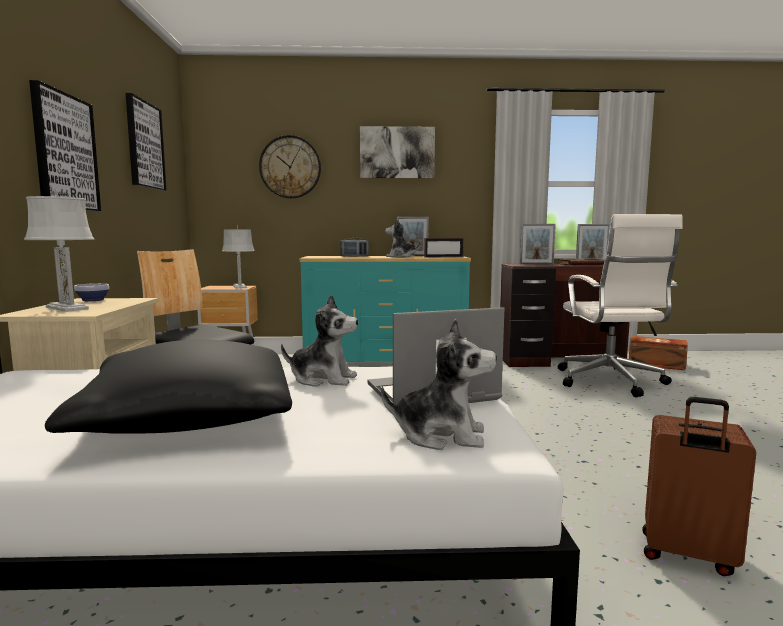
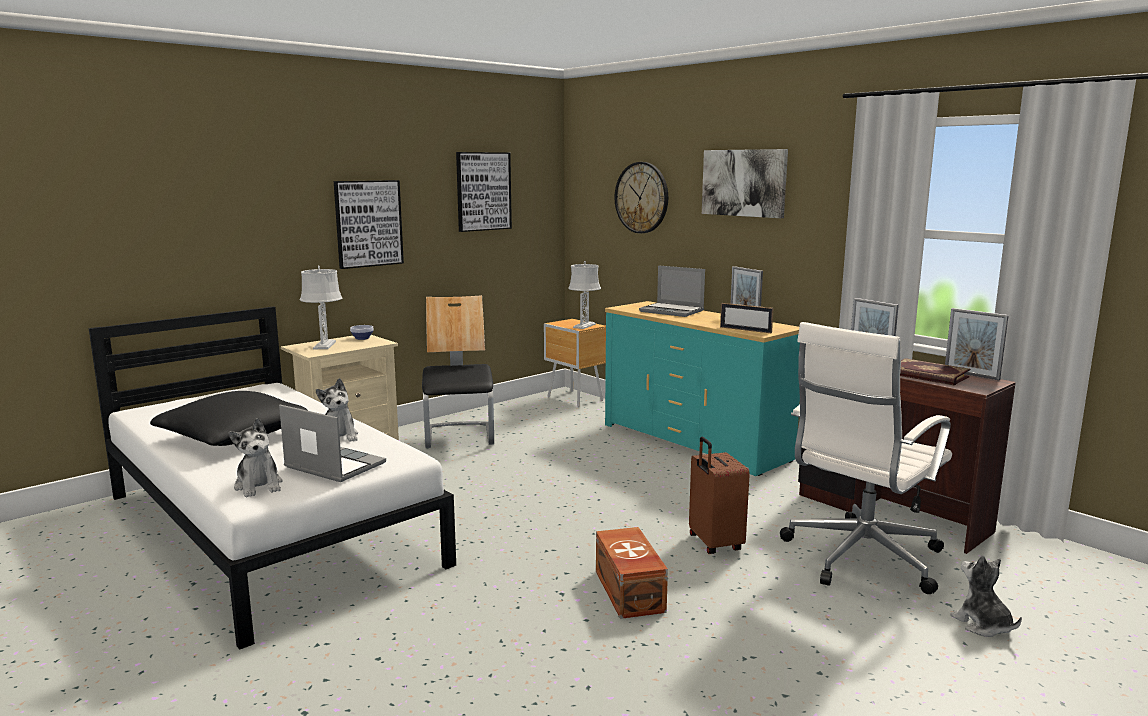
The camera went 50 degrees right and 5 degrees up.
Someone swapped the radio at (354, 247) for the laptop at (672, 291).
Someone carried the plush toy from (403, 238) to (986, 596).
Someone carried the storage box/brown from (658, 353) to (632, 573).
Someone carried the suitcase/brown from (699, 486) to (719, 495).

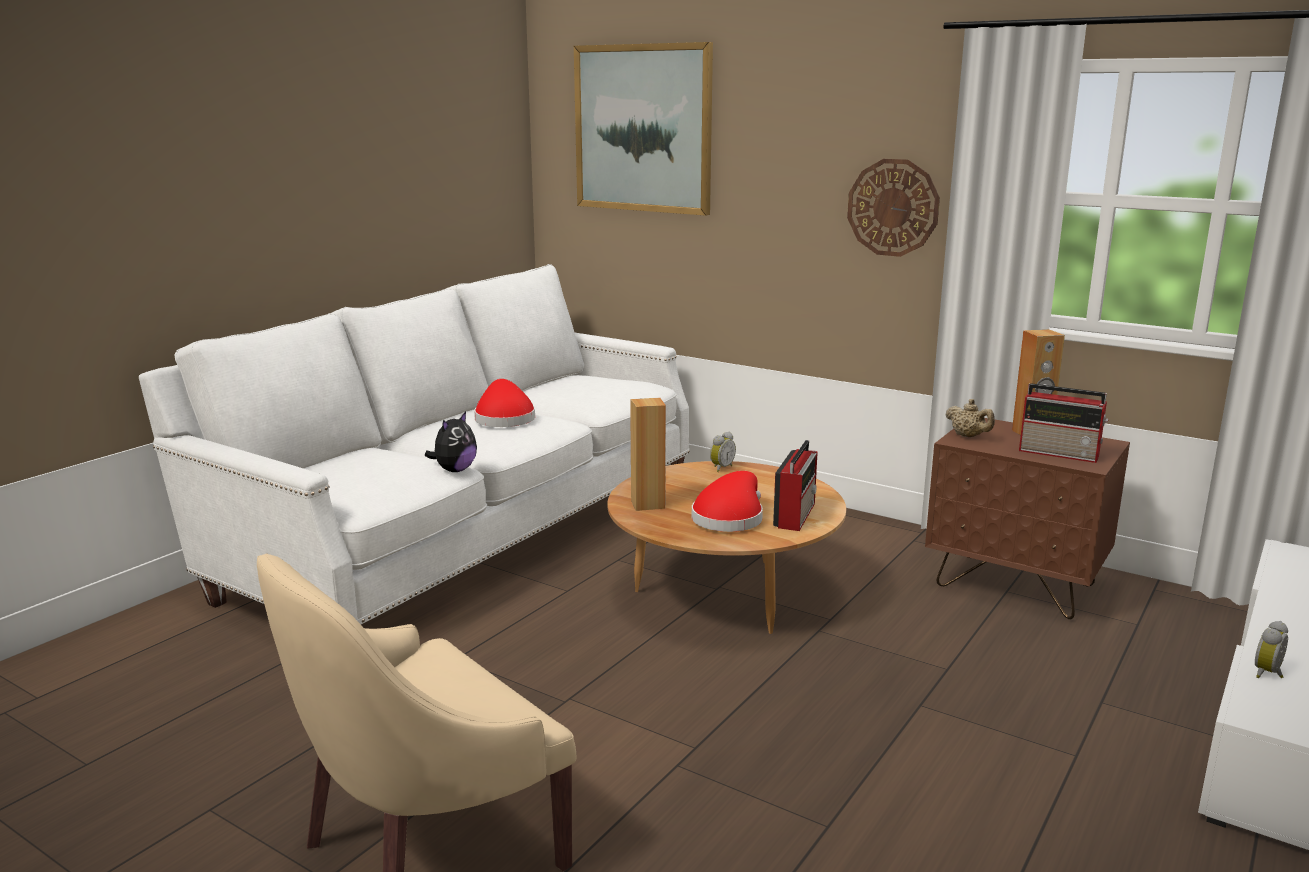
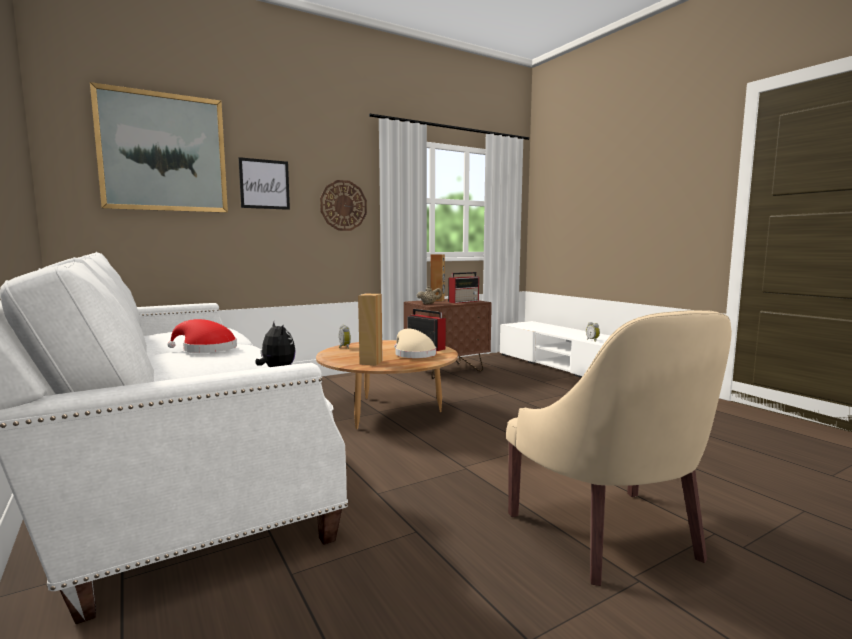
The camera went 65 degrees left and 10 degrees down.
Someone repainted the hat/red at (727, 501), which became the hat/beige at (415, 343).
Someone put up the picture at (264, 183).

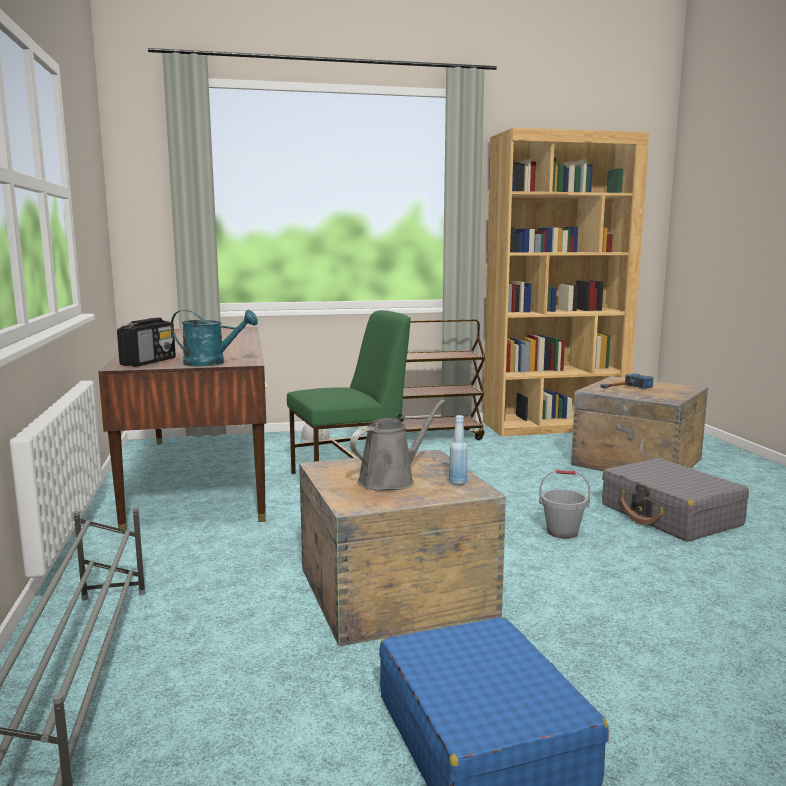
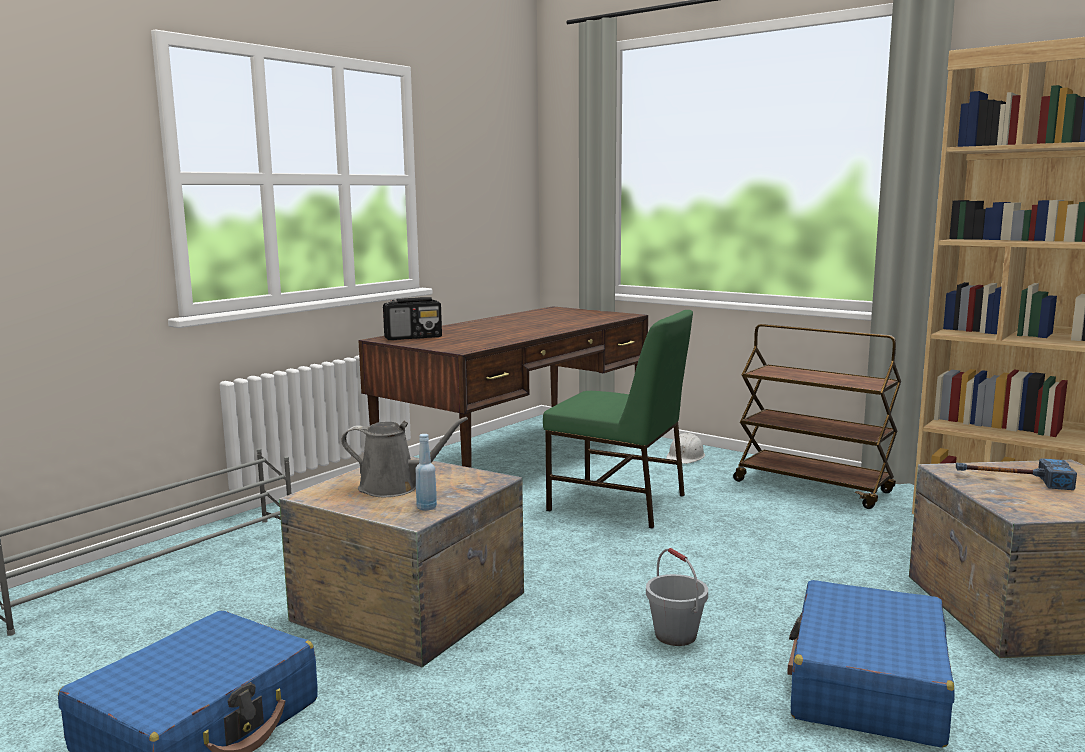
The camera went 50 degrees right and 0 degrees up.
Someone took away the watering can/turquoise at (214, 337).
Someone repainted the suitcase/grey at (675, 500), which became the suitcase/blue at (870, 664).

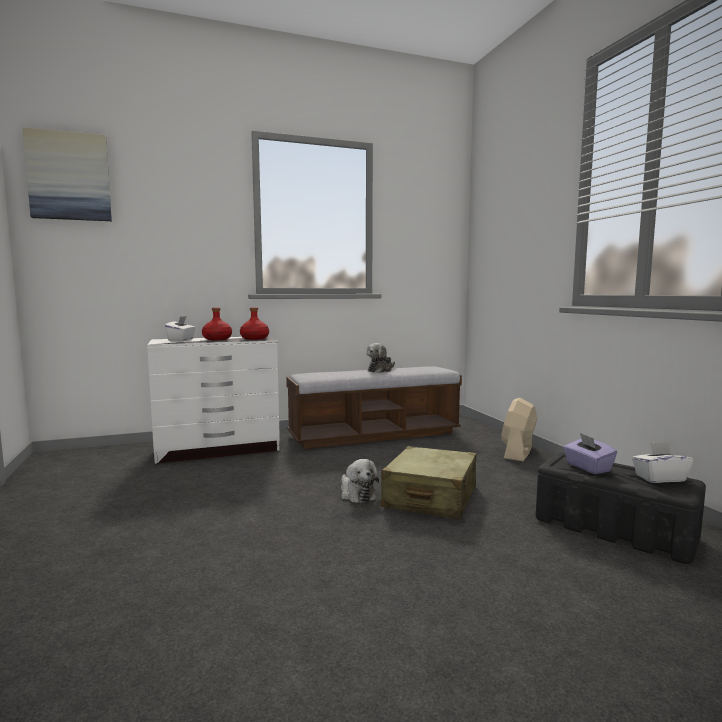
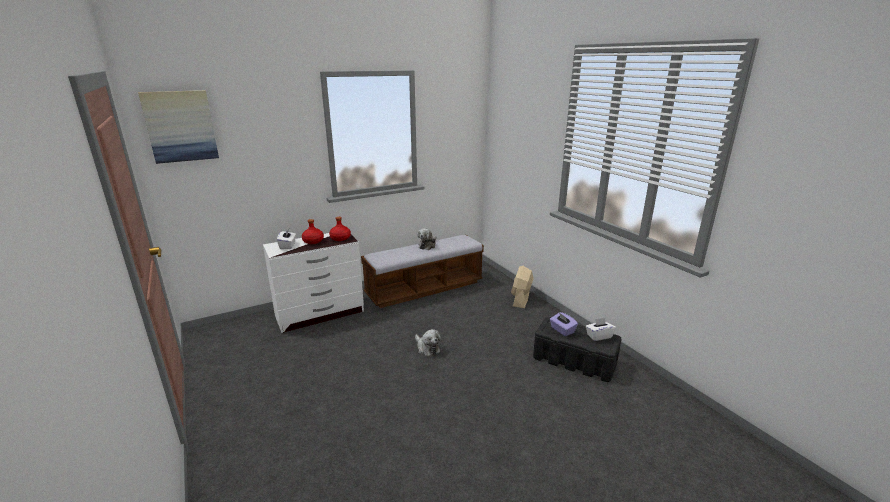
The camera went 10 degrees left and 15 degrees up.
Someone took away the suitcase/beige at (428, 482).

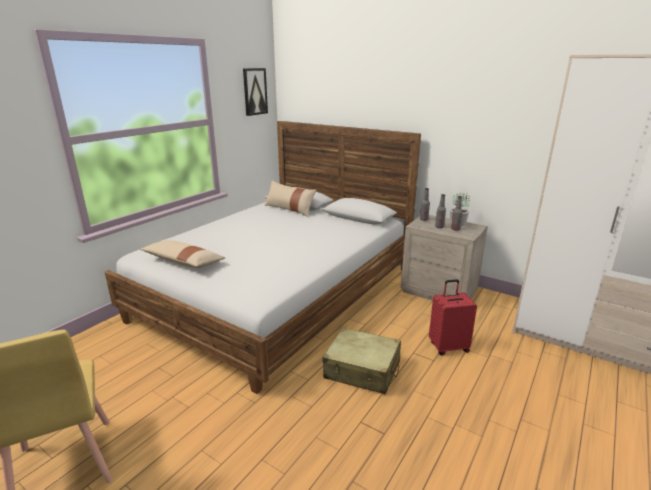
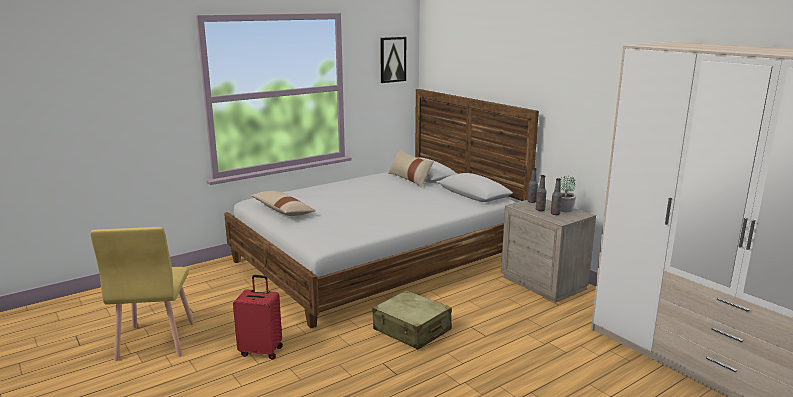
The camera went 20 degrees right and 5 degrees down.
Someone carried the suitcase/red from (453, 317) to (258, 317).

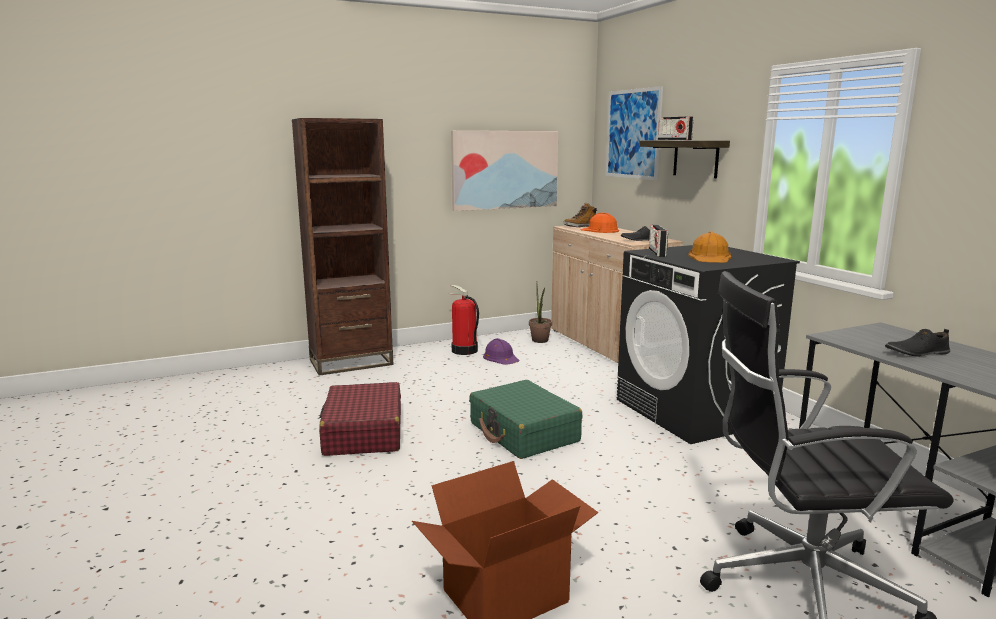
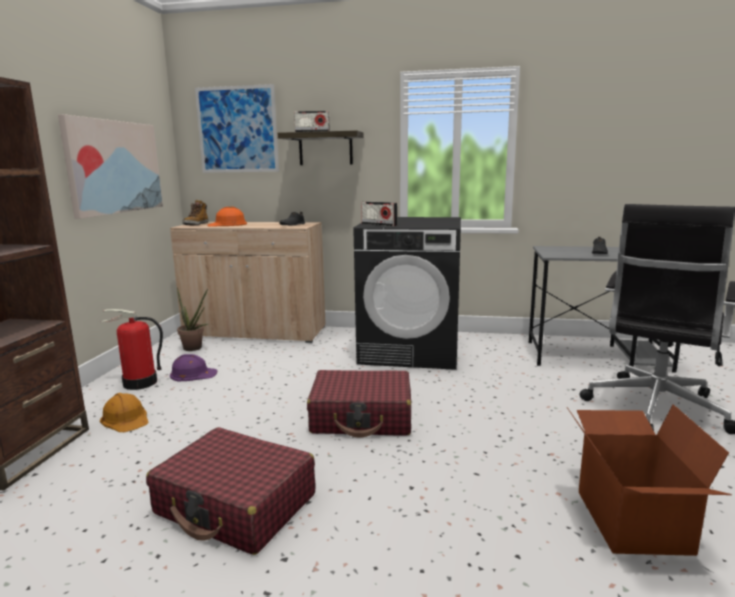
The camera went 55 degrees left and 0 degrees up.
Someone repainted the suitcase/green at (526, 419), which became the suitcase/red at (359, 404).
Someone carried the hard hat/orange from (709, 247) to (124, 412).

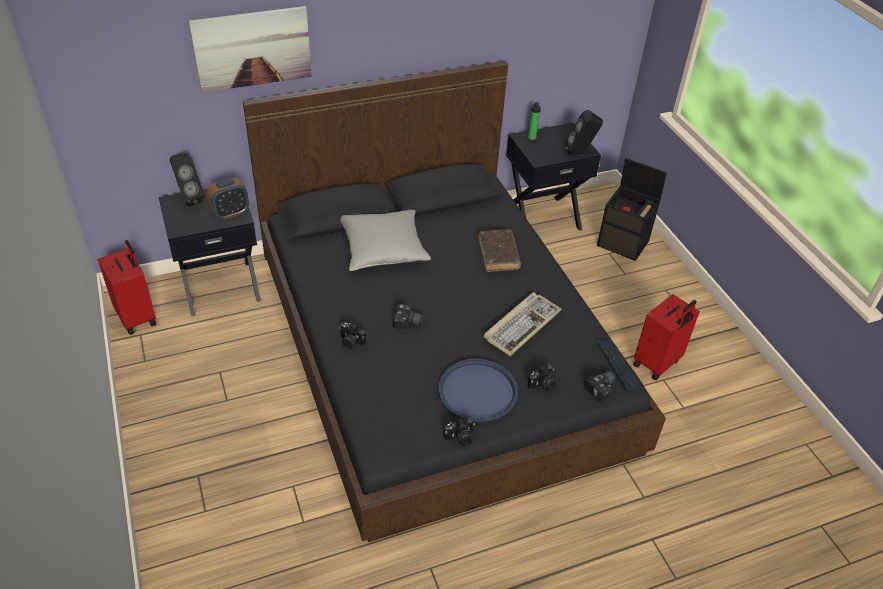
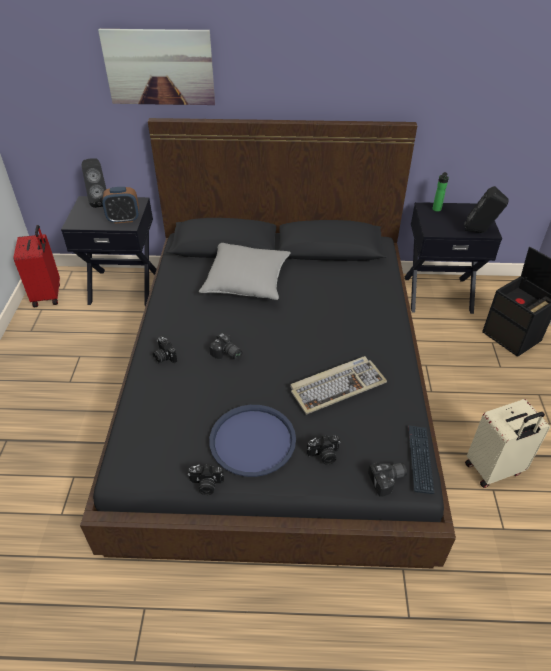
The camera went 25 degrees right and 0 degrees up.
Someone took away the book/brown at (499, 250).
Someone repainted the suitcase/red at (666, 337), which became the suitcase/beige at (507, 443).

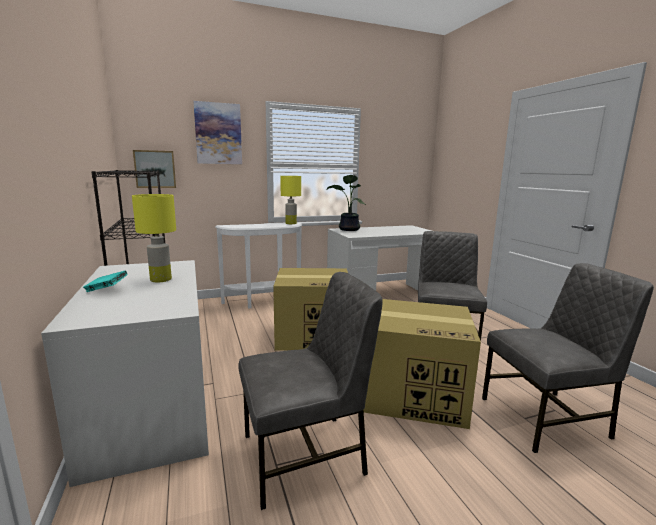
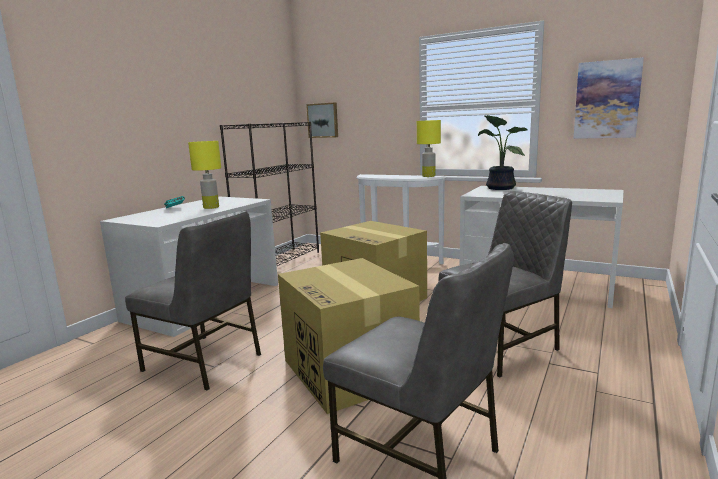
The camera went 50 degrees right and 0 degrees up.
Someone carried the picture from (217, 132) to (608, 98).

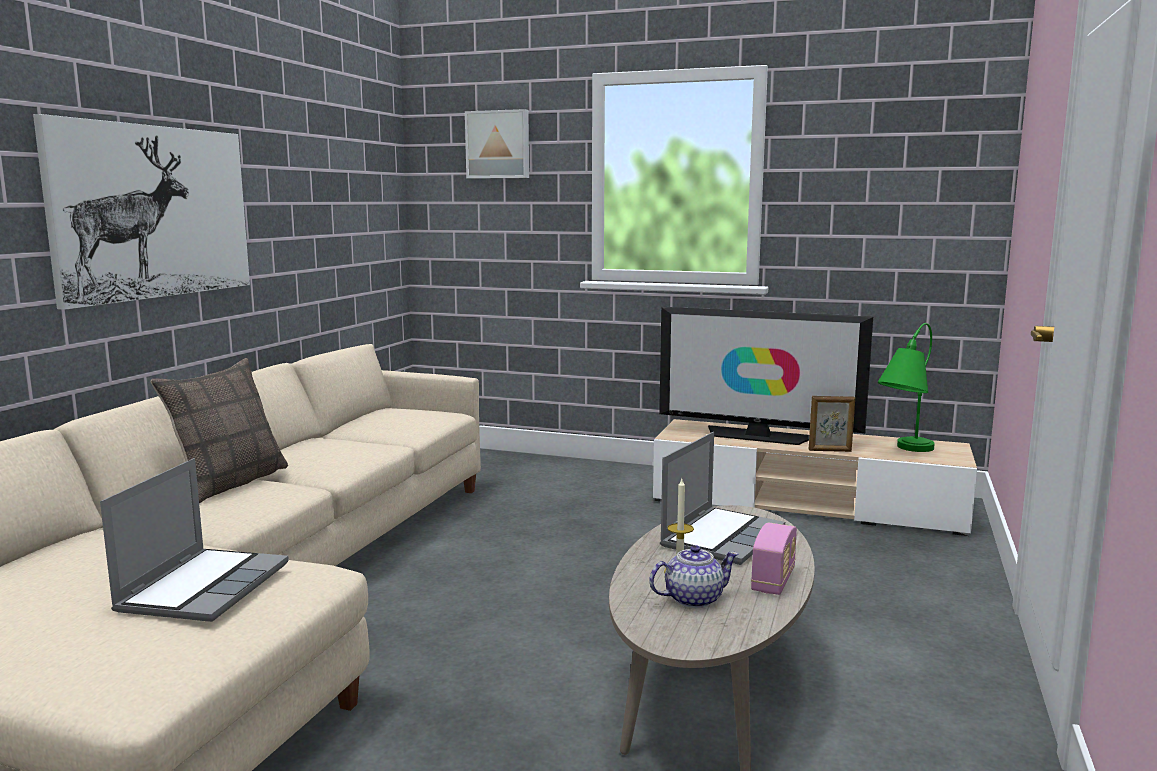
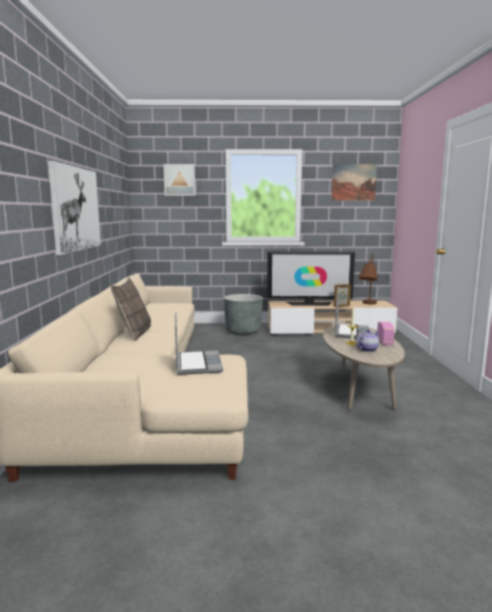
The camera went 20 degrees left and 0 degrees up.
Someone repainted the table lamp/green at (906, 387), which became the table lamp/brown at (368, 279).
Someone put down the planter/grey at (243, 314).
Someone put up the picture at (354, 182).

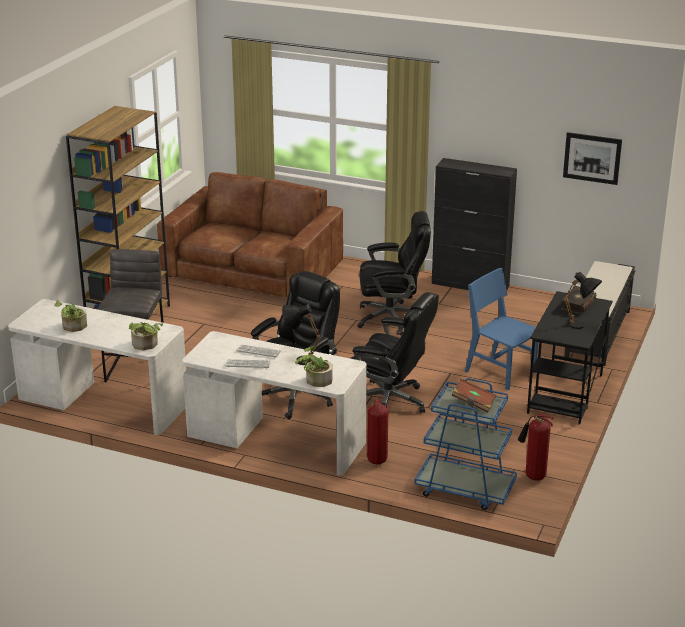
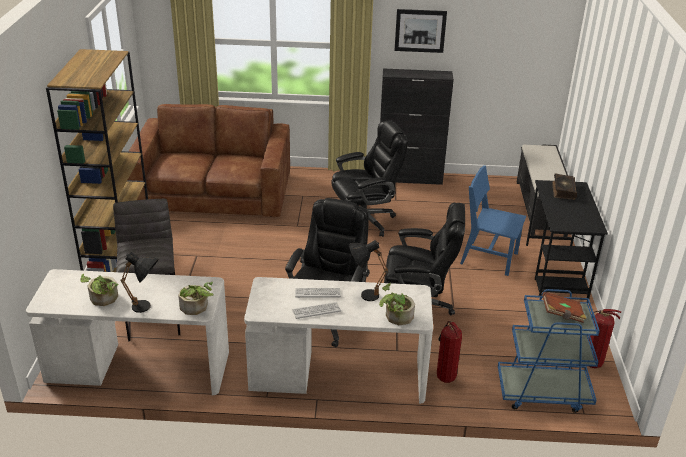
The camera went 20 degrees left and 5 degrees up.
Someone carried the picture from (592, 158) to (421, 31).
Someone carried the table lamp/black from (583, 300) to (139, 282).

